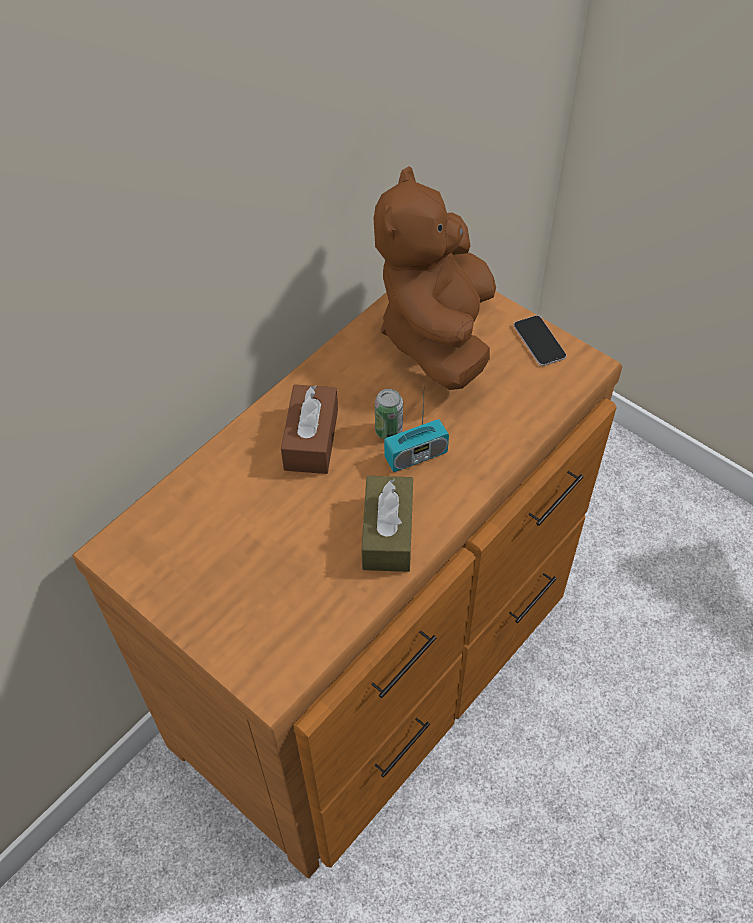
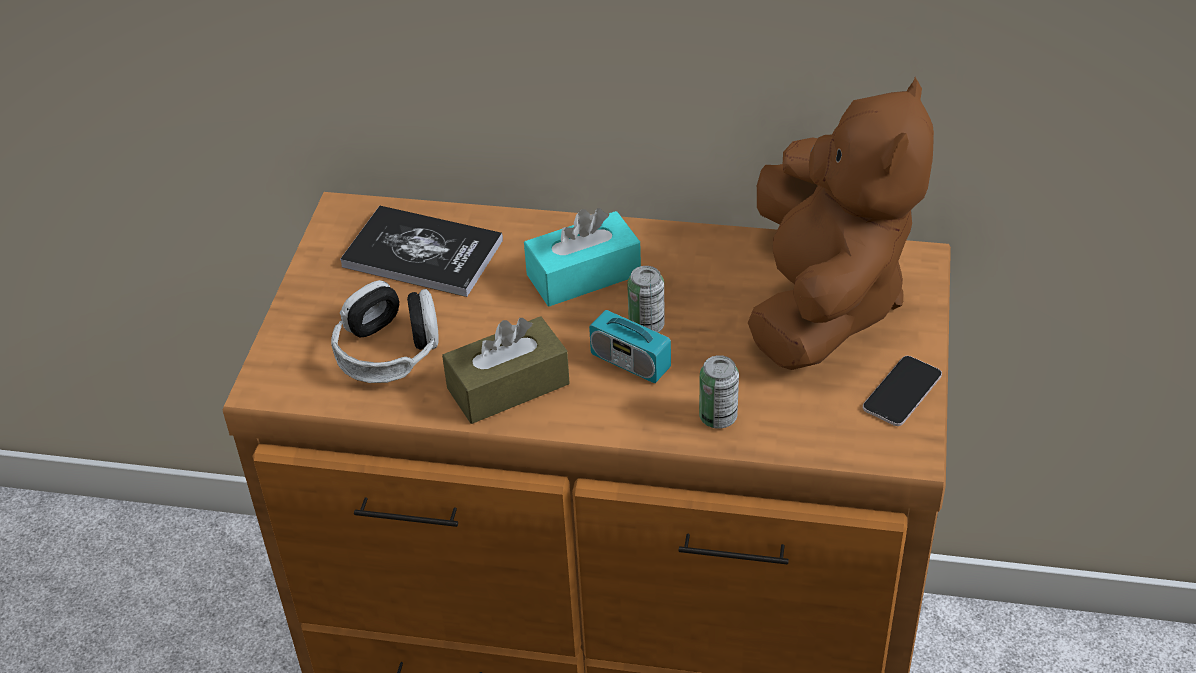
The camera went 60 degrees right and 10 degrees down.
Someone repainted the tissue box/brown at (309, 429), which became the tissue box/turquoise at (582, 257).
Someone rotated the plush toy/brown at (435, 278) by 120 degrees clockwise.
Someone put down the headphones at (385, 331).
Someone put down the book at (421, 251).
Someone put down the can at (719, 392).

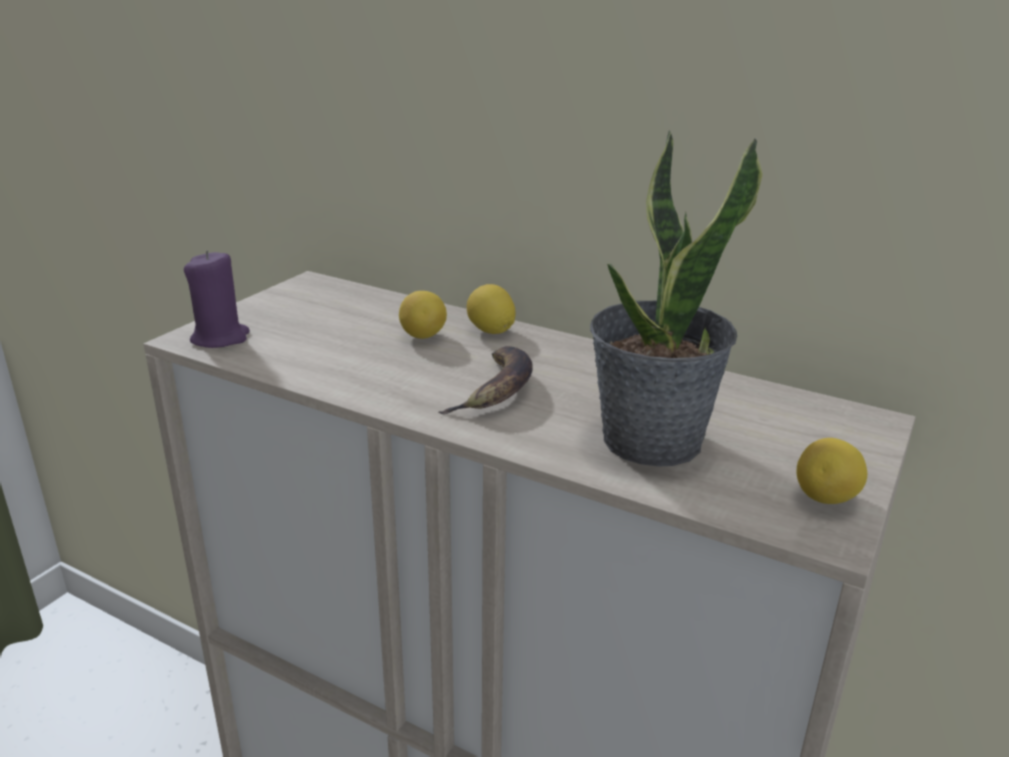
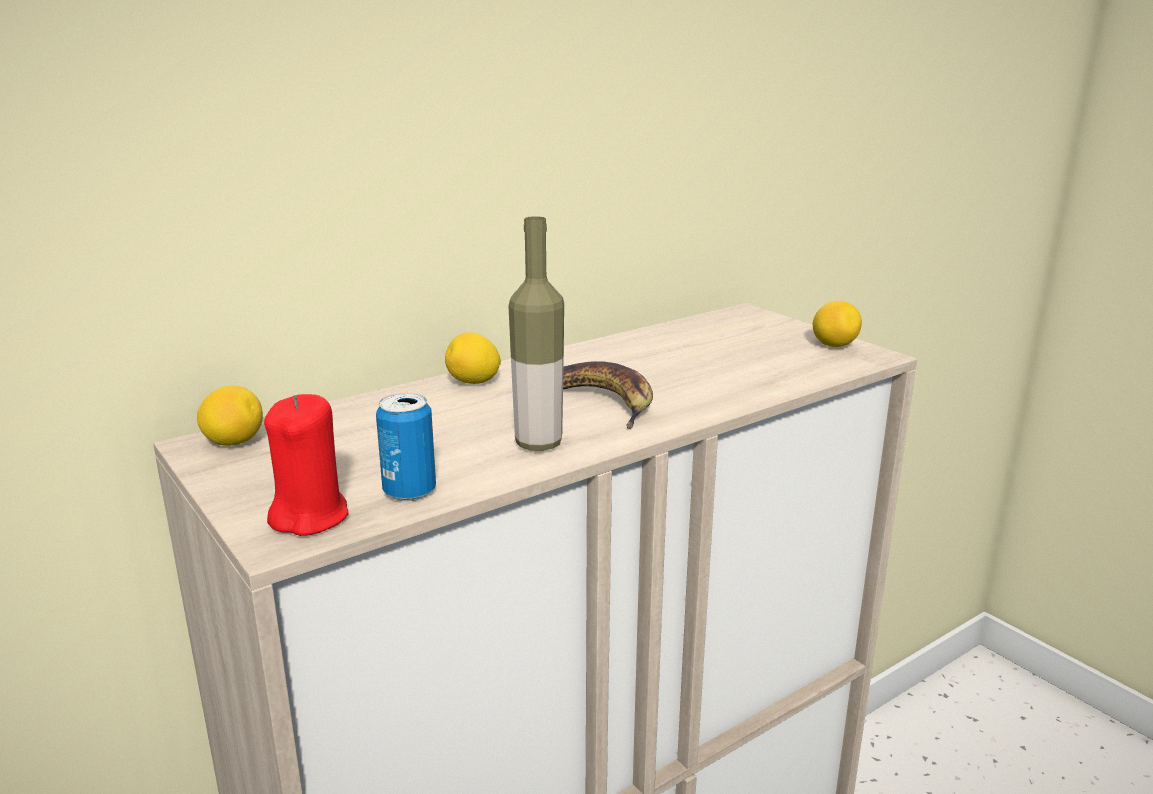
The camera went 65 degrees left and 5 degrees down.
Someone repainted the candle/purple at (217, 299), which became the candle/red at (306, 465).
Someone carried the lemon from (423, 315) to (230, 415).
Someone took away the potted plant at (676, 298).
Someone put down the can at (406, 447).
Someone put down the bottle at (536, 333).

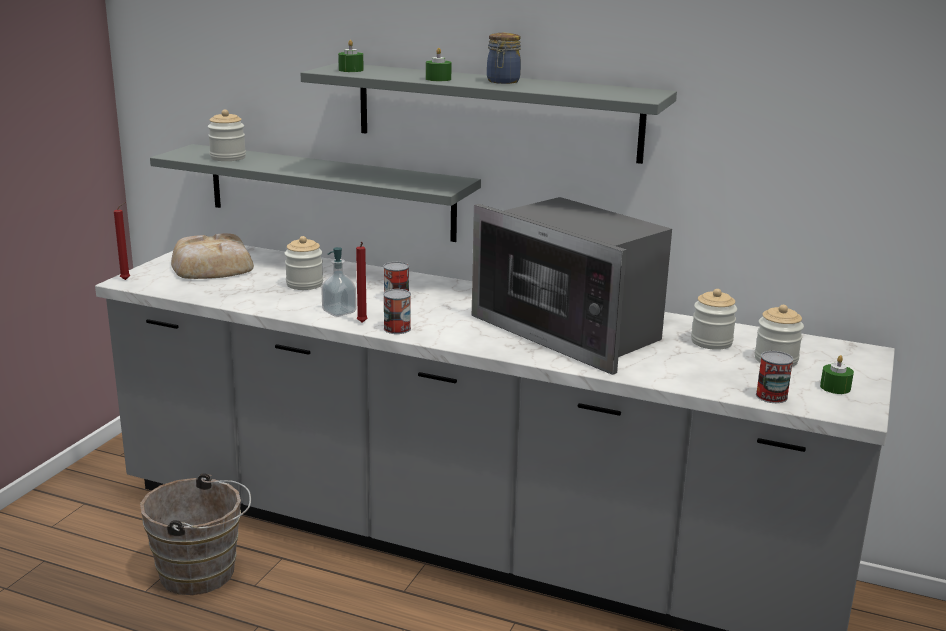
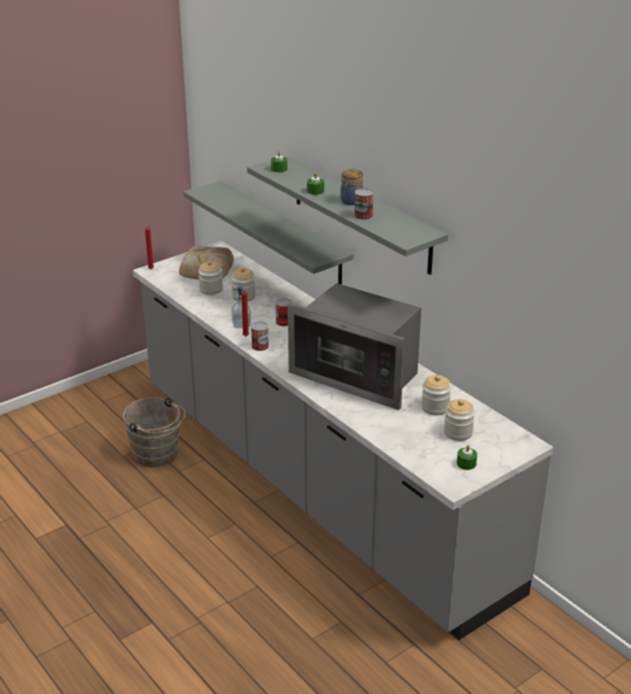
The camera went 30 degrees right and 10 degrees up.
Someone carried the jar from (227, 135) to (210, 278).
Someone rotated the microwave at (572, 286) by 45 degrees counterclockwise.
Someone carried the can from (774, 377) to (364, 204).

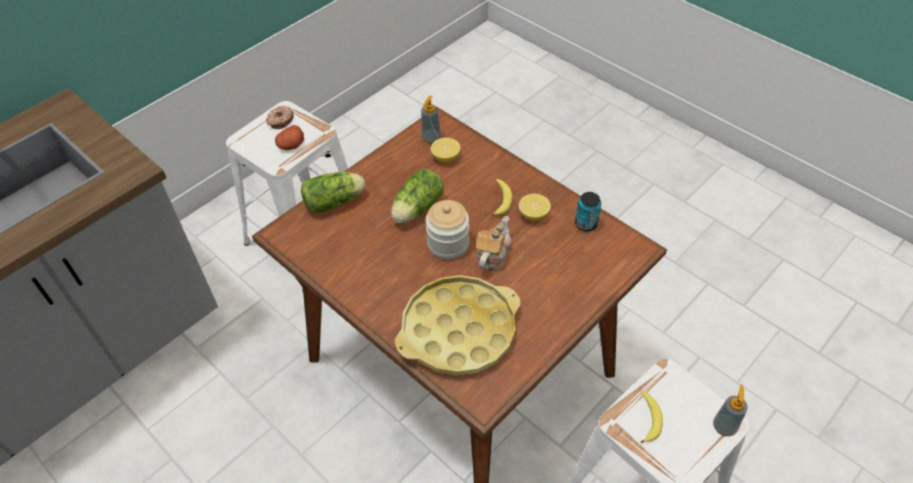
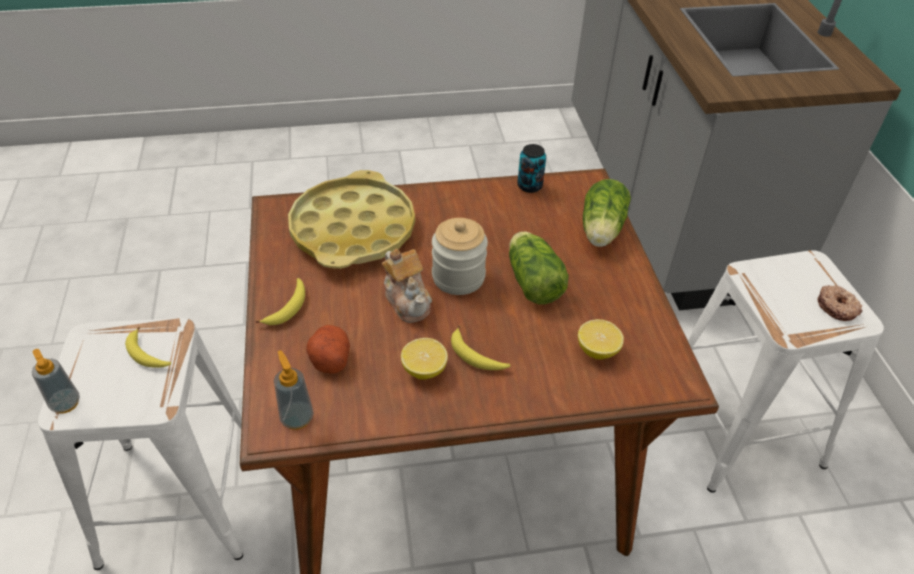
The camera went 125 degrees right and 5 degrees down.
Someone carried the potato from (289, 137) to (328, 349).
Someone carried the soap dispenser from (431, 119) to (294, 390).
Someone carried the can from (588, 211) to (531, 168).
Someone put down the banana at (280, 301).

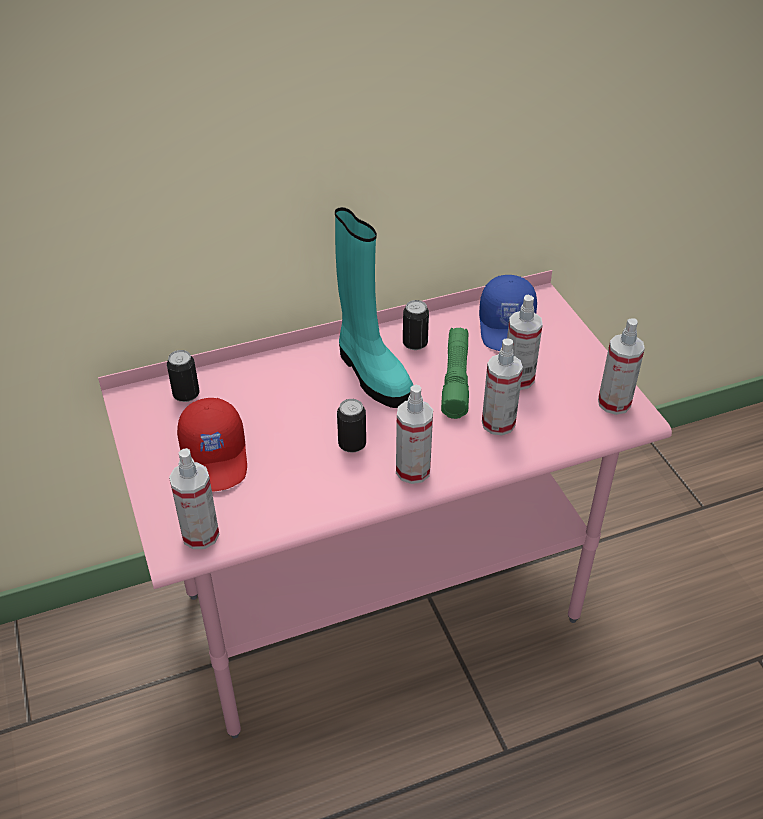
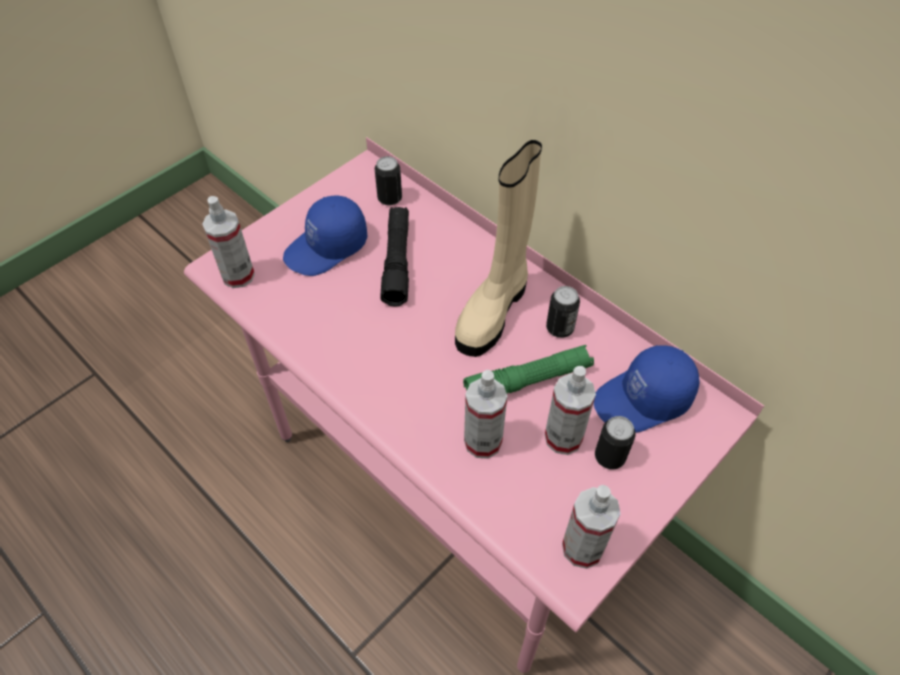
The camera went 65 degrees right and 10 degrees up.
Someone repainted the cap/red at (212, 445), which became the cap/blue at (325, 235).
Someone repainted the boot/turquoise at (374, 307), which became the boot/beige at (498, 248).
Someone carried the can from (351, 425) to (615, 442).
Someone took away the spray bottle at (414, 434).
Someone put down the flashlight/black at (394, 257).

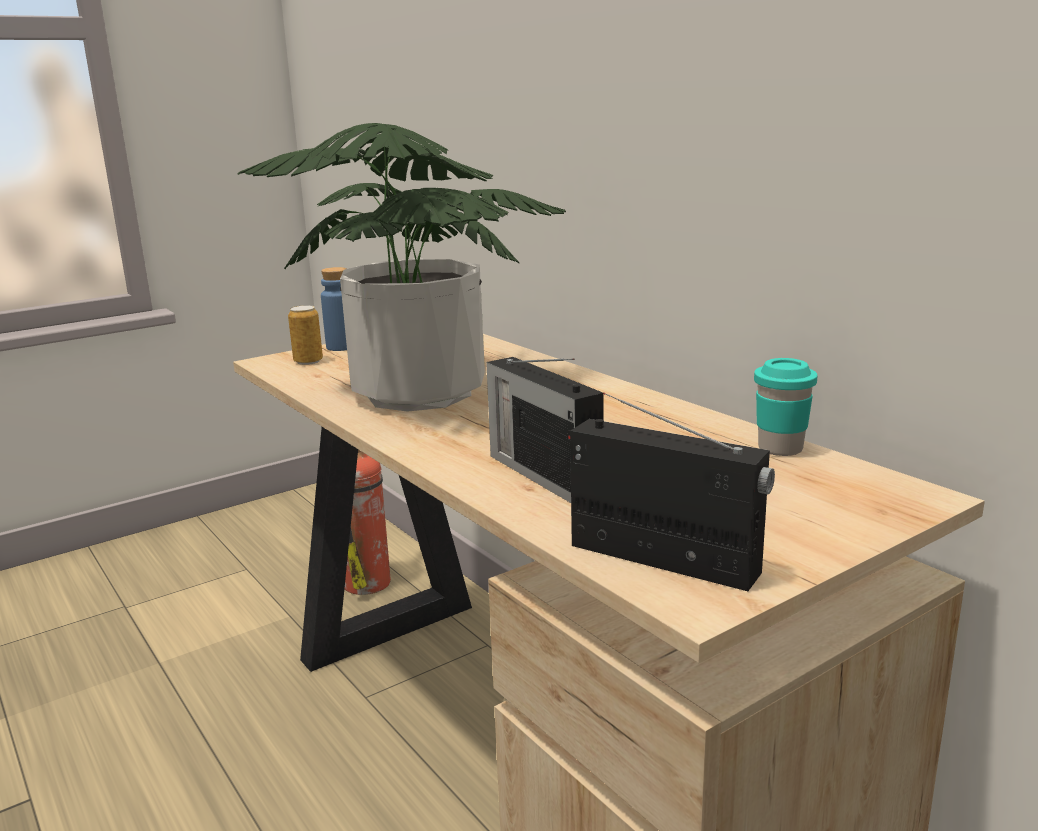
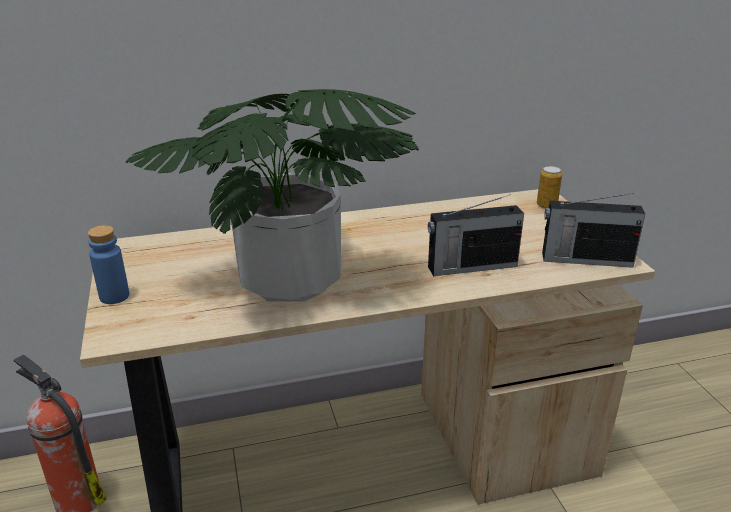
The camera went 70 degrees left and 10 degrees up.
Someone carried the can from (305, 335) to (549, 187).
Someone rotated the radio at (672, 491) by 135 degrees counterclockwise.
Someone took away the cup/turquoise at (786, 407).

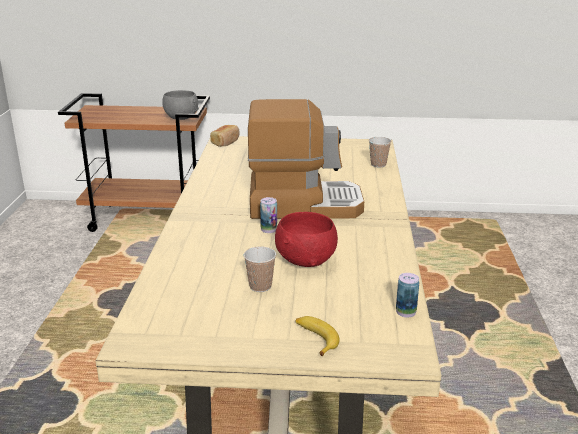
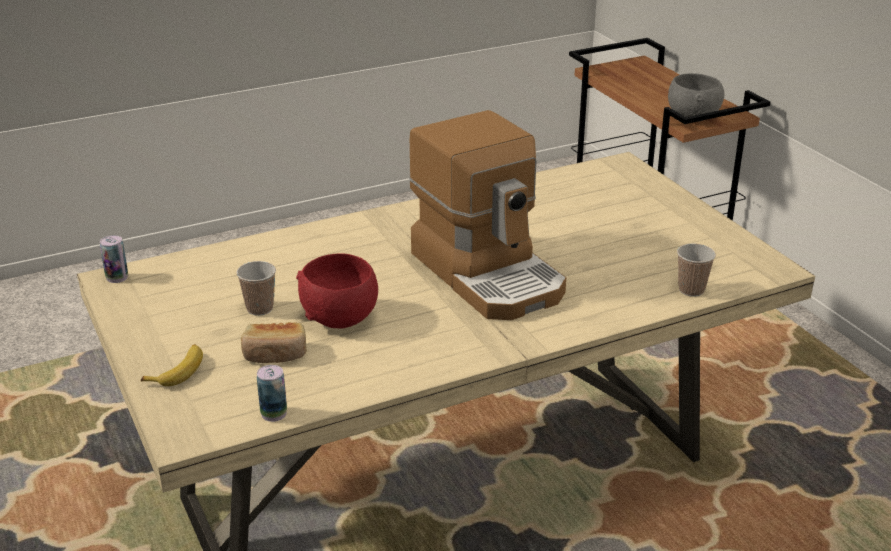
The camera went 60 degrees right and 5 degrees up.
Someone carried the bread from (225, 136) to (274, 342).
Someone carried the can from (268, 215) to (114, 259).

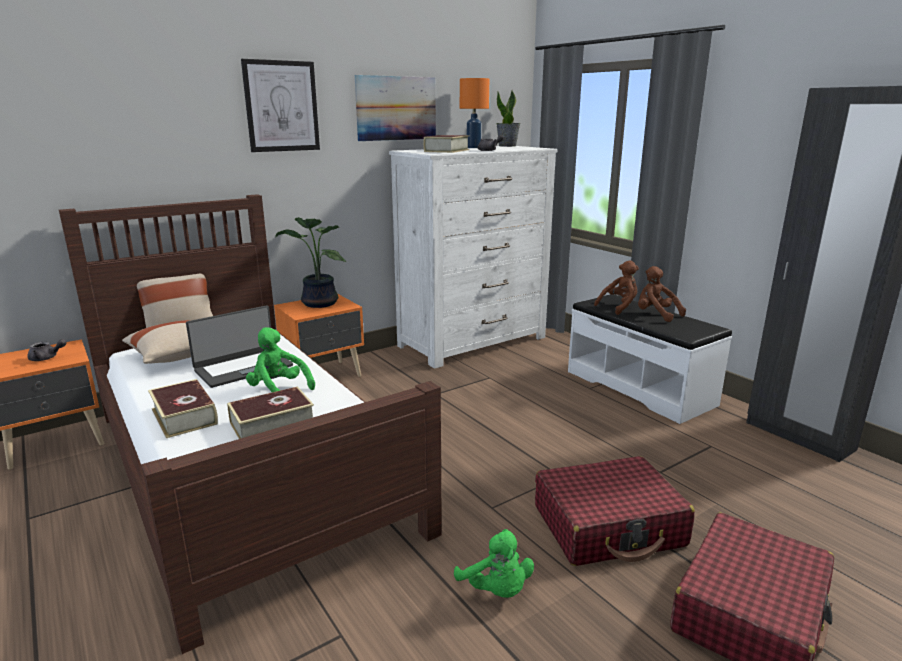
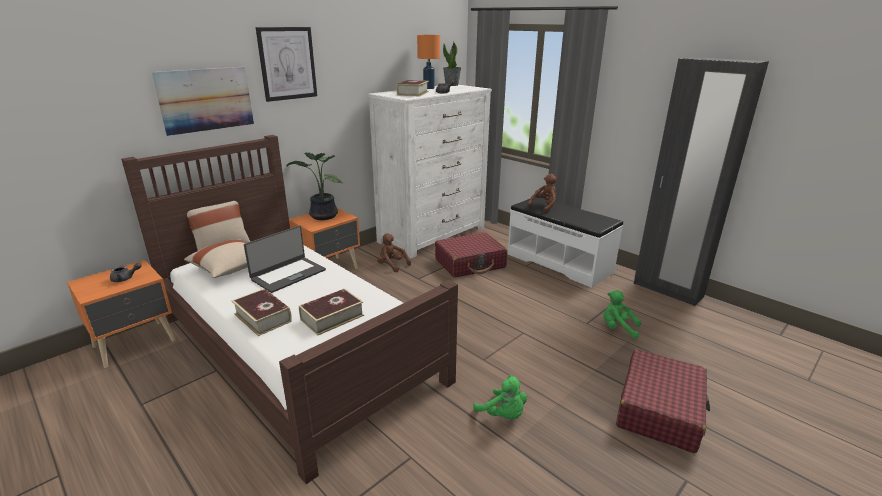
The camera went 10 degrees left and 5 degrees up.
Someone carried the plush toy/green from (280, 359) to (622, 314).
Someone carried the picture from (395, 108) to (203, 101).
Someone carried the suitcase/red from (615, 511) to (471, 255).
Someone carried the plush toy/brown from (662, 294) to (394, 252).

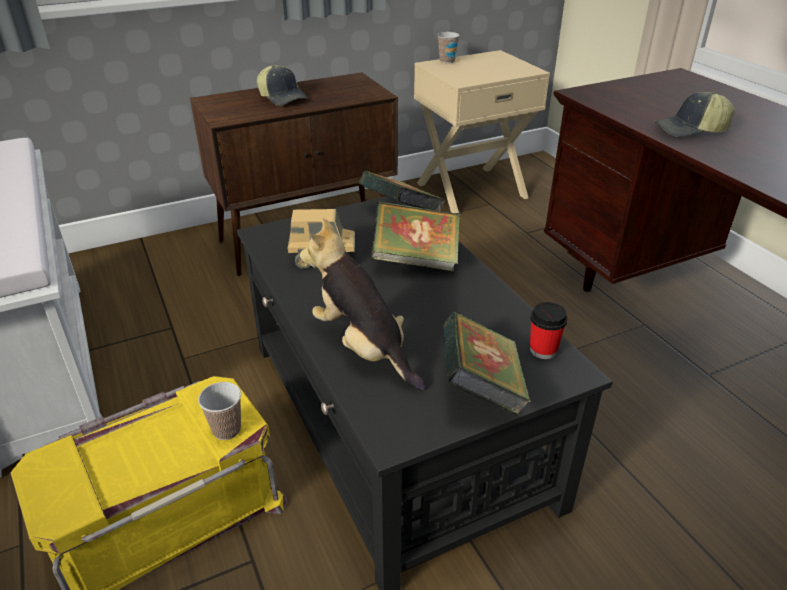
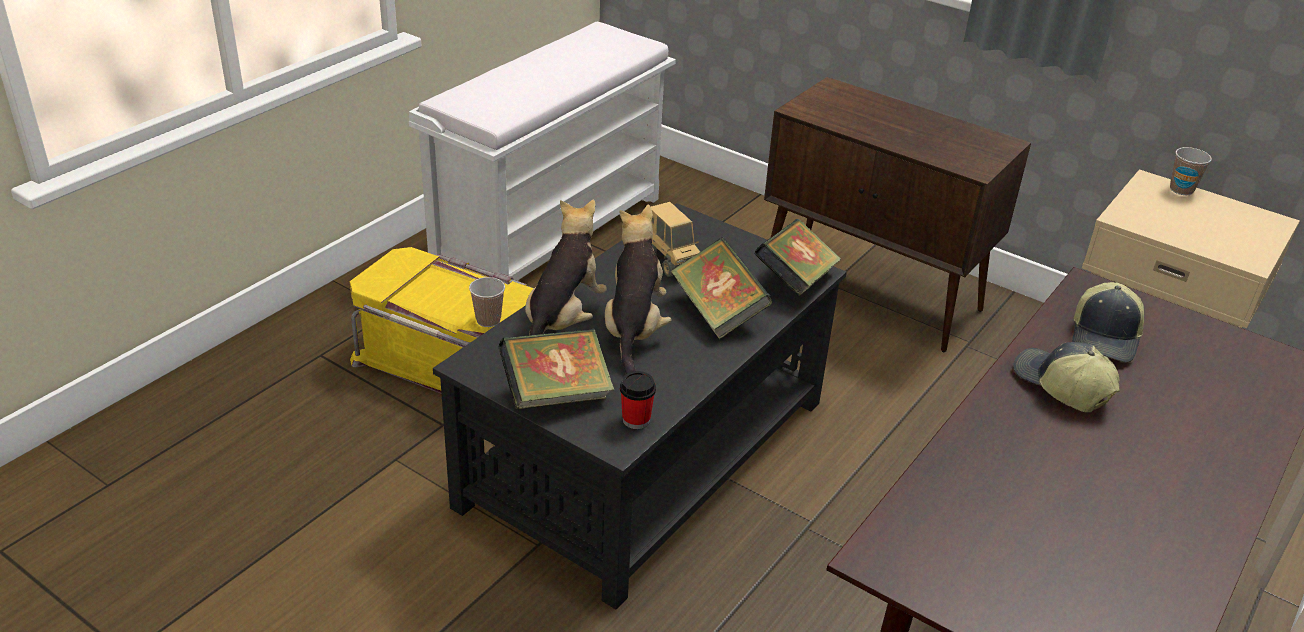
The camera went 60 degrees right and 0 degrees up.
Someone carried the cap from (282, 85) to (1108, 322).
Someone put down the plush toy at (638, 289).

